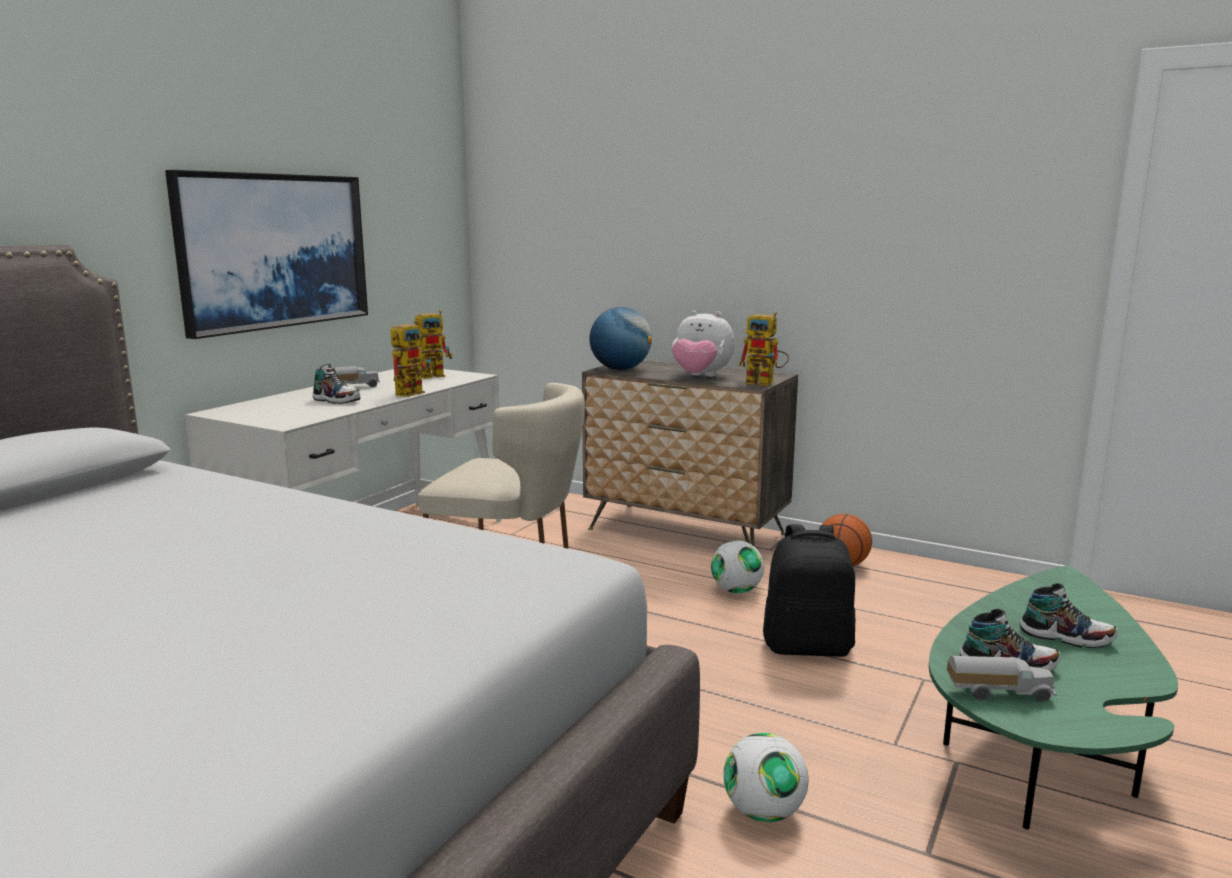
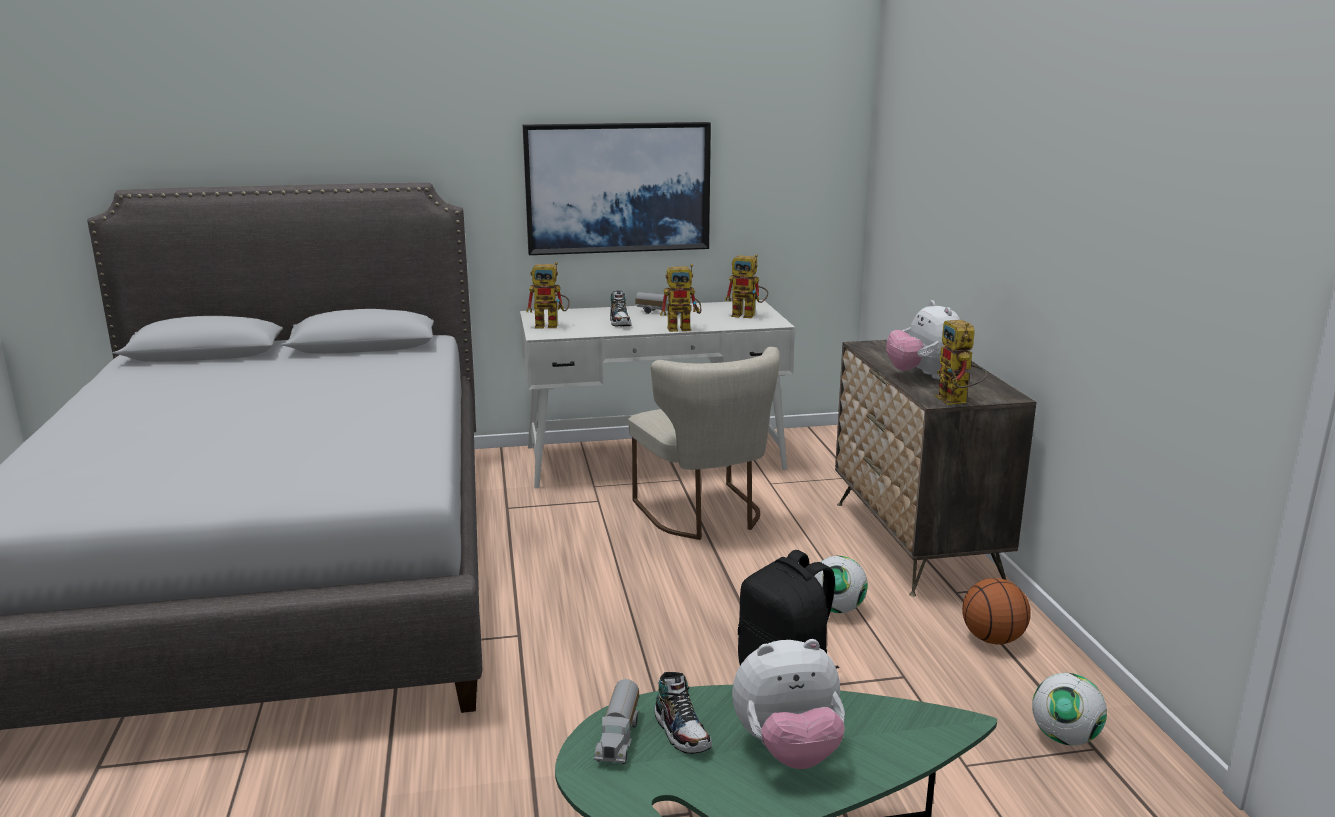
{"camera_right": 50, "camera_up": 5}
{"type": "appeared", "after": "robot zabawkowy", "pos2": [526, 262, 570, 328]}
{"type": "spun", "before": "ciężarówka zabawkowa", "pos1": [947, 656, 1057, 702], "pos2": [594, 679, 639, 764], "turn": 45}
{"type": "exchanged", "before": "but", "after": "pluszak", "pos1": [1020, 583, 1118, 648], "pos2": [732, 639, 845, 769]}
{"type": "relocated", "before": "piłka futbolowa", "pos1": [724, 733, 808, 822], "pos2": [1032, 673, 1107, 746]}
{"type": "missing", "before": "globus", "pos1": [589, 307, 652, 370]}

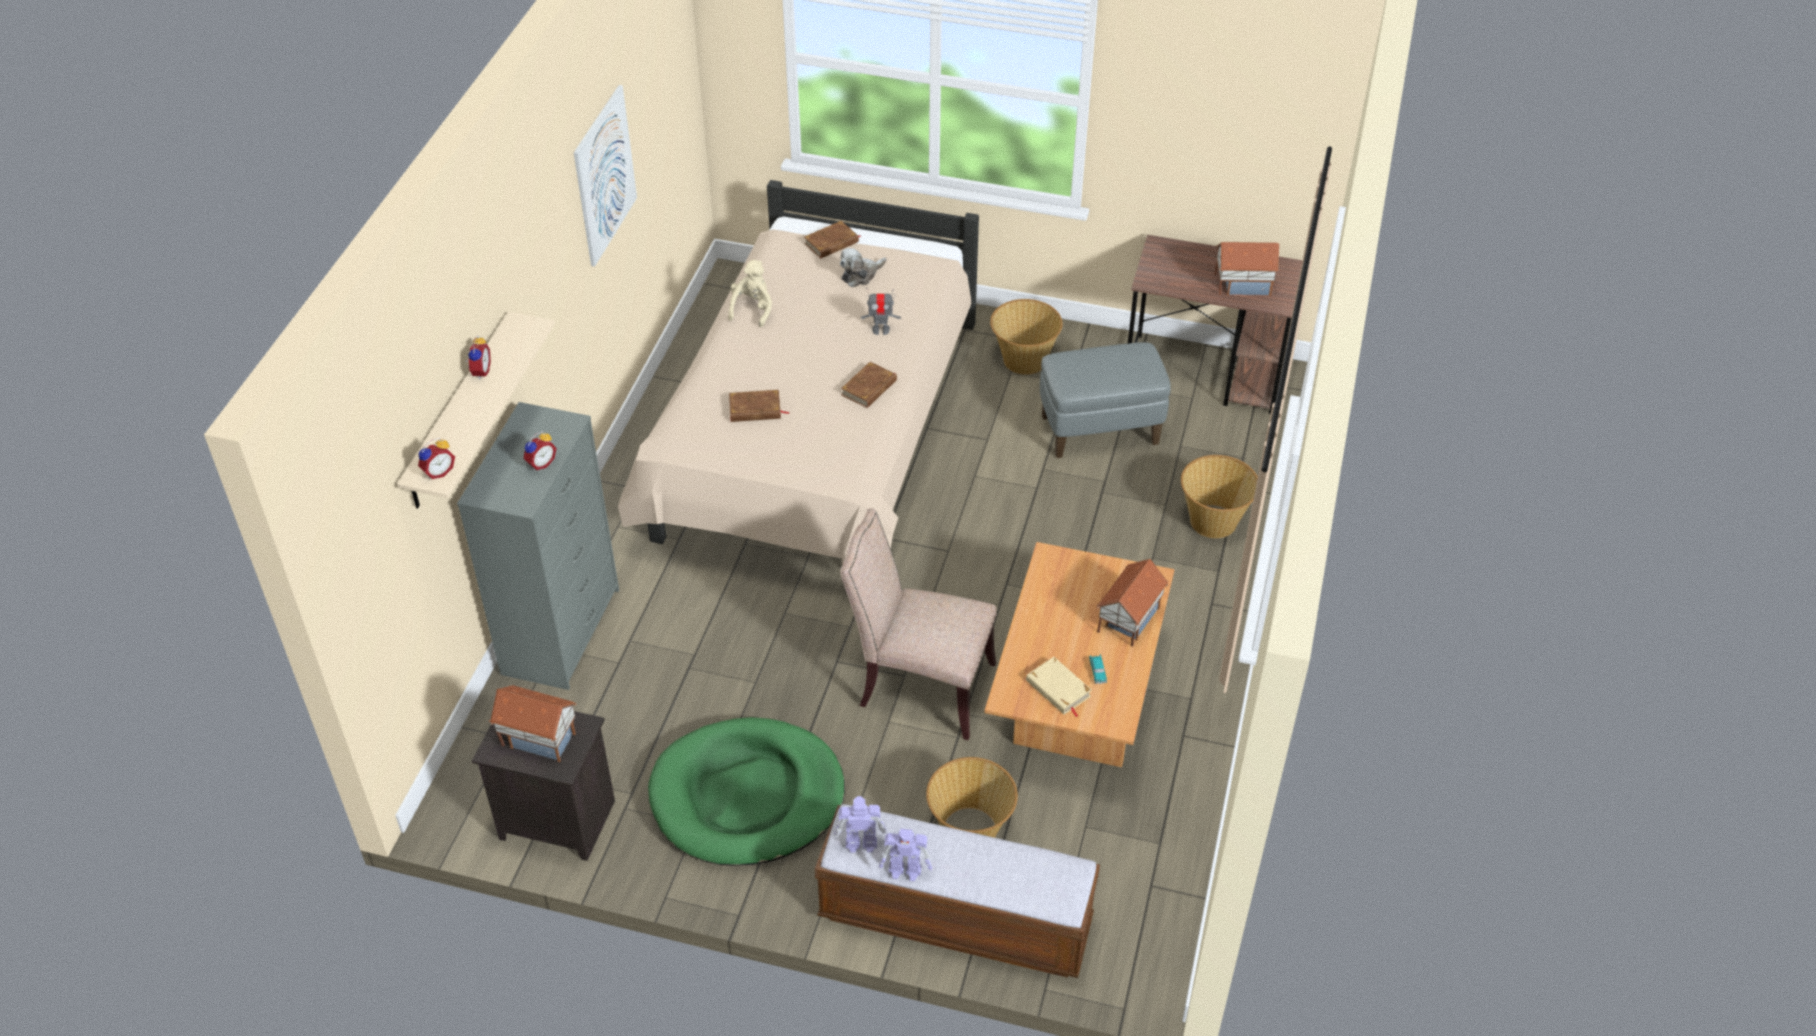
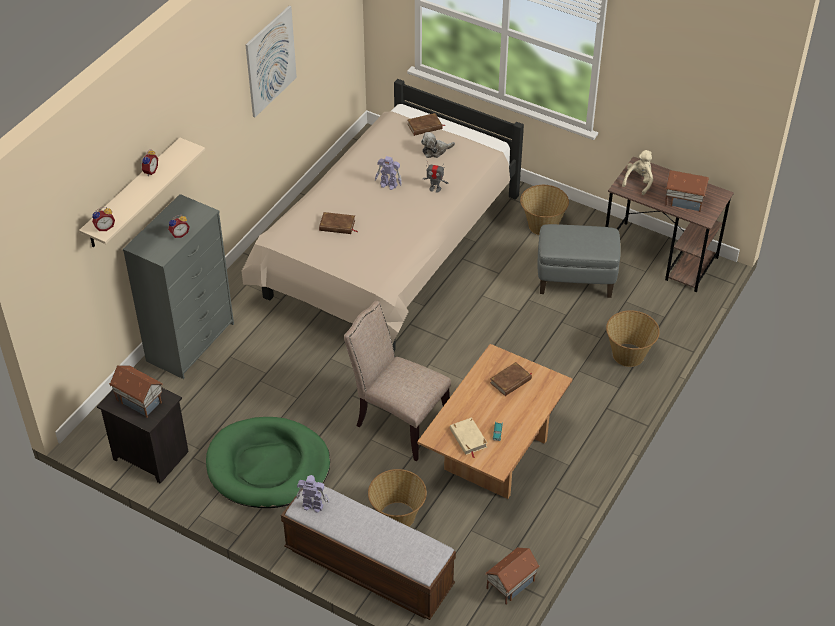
{"camera_right": 15, "camera_up": 0}
{"type": "relocated", "before": "robot zabawkowy", "pos1": [879, 829, 932, 881], "pos2": [375, 156, 402, 190]}
{"type": "relocated", "before": "domek", "pos1": [1097, 559, 1168, 647], "pos2": [485, 547, 540, 605]}
{"type": "relocated", "before": "książka (brązowy)", "pos1": [841, 362, 897, 408], "pos2": [490, 362, 532, 396]}
{"type": "relocated", "before": "pluszak (beżowy)", "pos1": [728, 260, 772, 327], "pos2": [622, 150, 653, 195]}

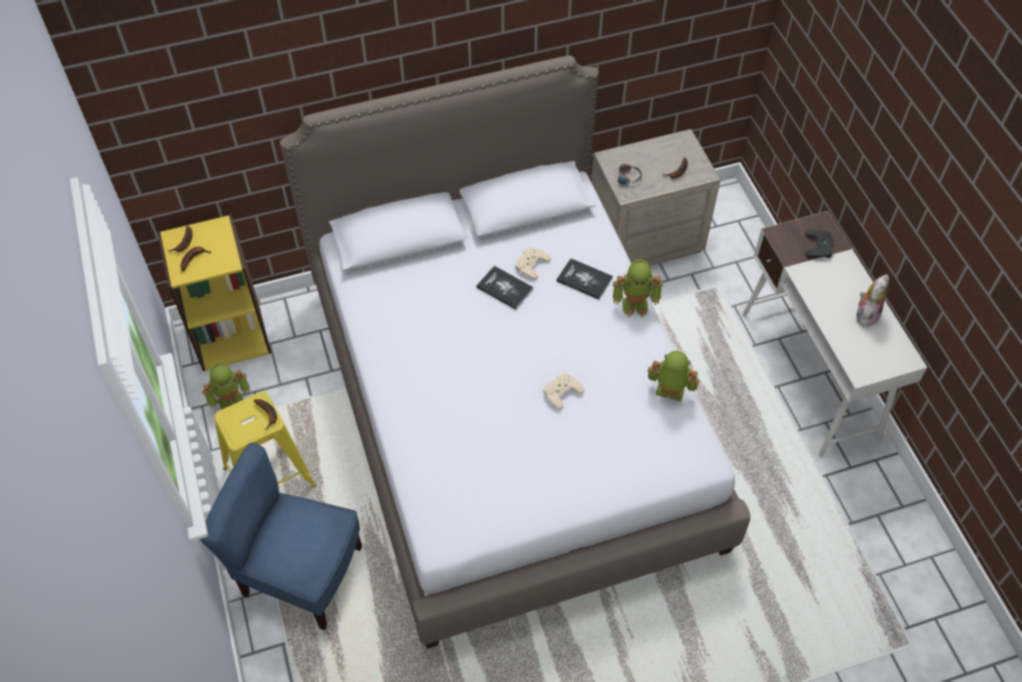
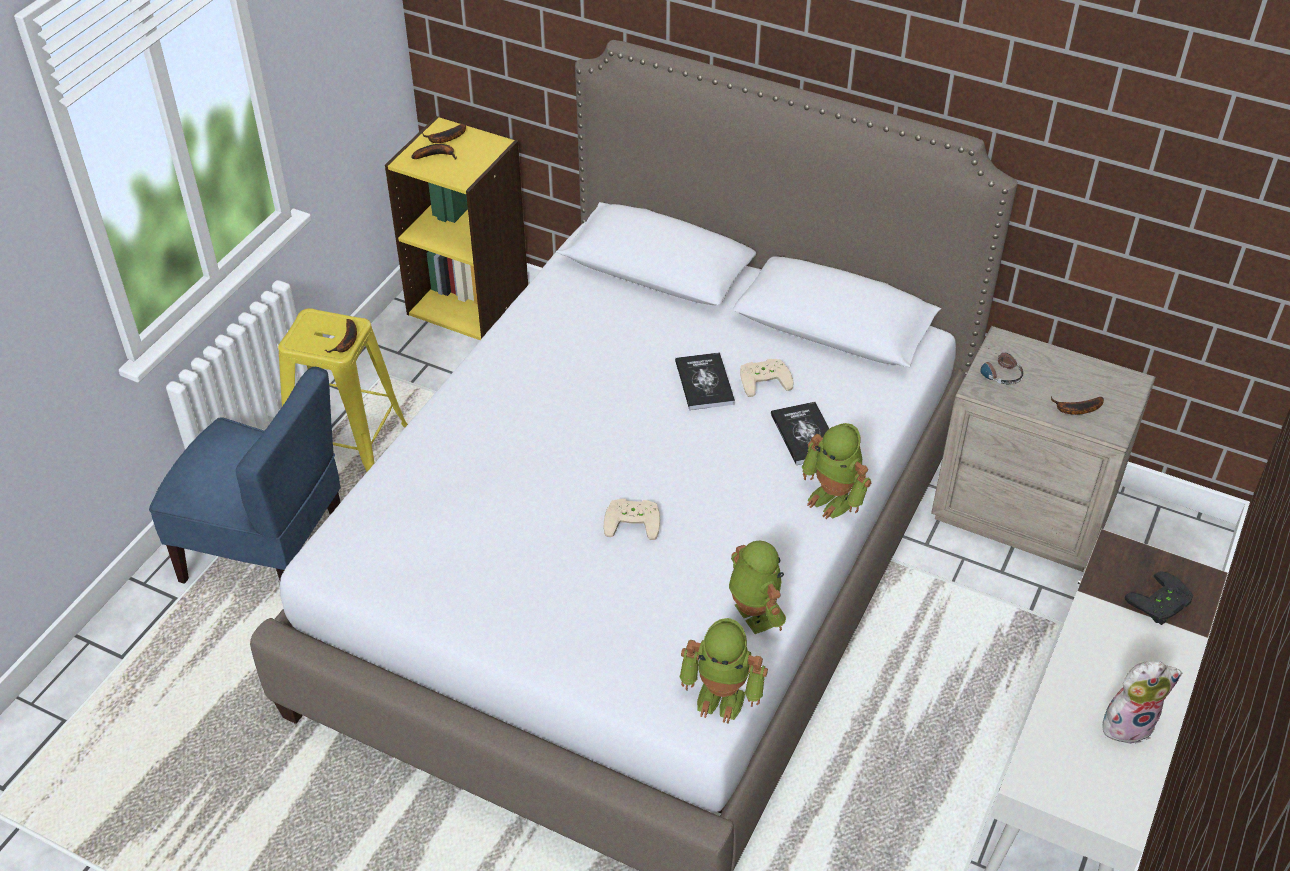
{"camera_right": 45, "camera_up": -10}
{"type": "spun", "before": "krzesło (niebieski)", "pos1": [200, 443, 362, 630], "pos2": [149, 367, 341, 584], "turn": 135}
{"type": "relocated", "before": "robot zabawkowy", "pos1": [202, 362, 250, 409], "pos2": [680, 618, 768, 724]}

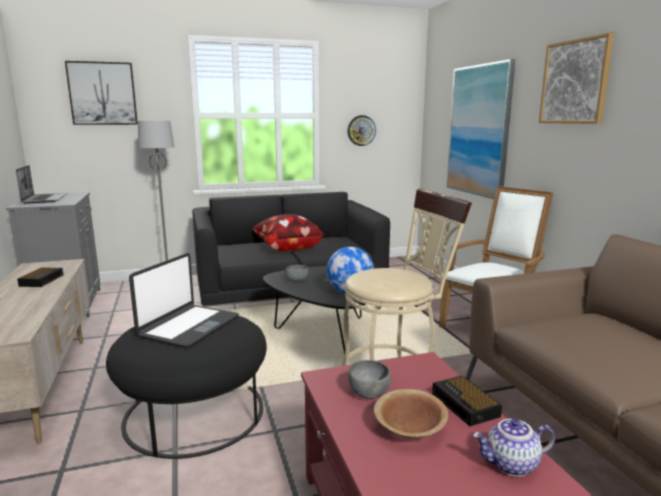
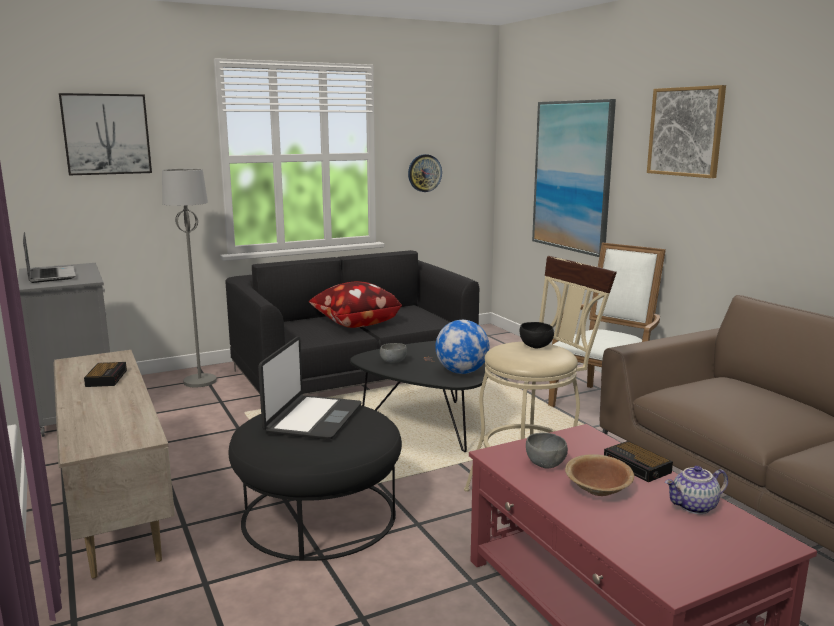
{"camera_right": -10, "camera_up": 0}
{"type": "appeared", "after": "miska (czarny)", "pos2": [520, 322, 554, 348]}

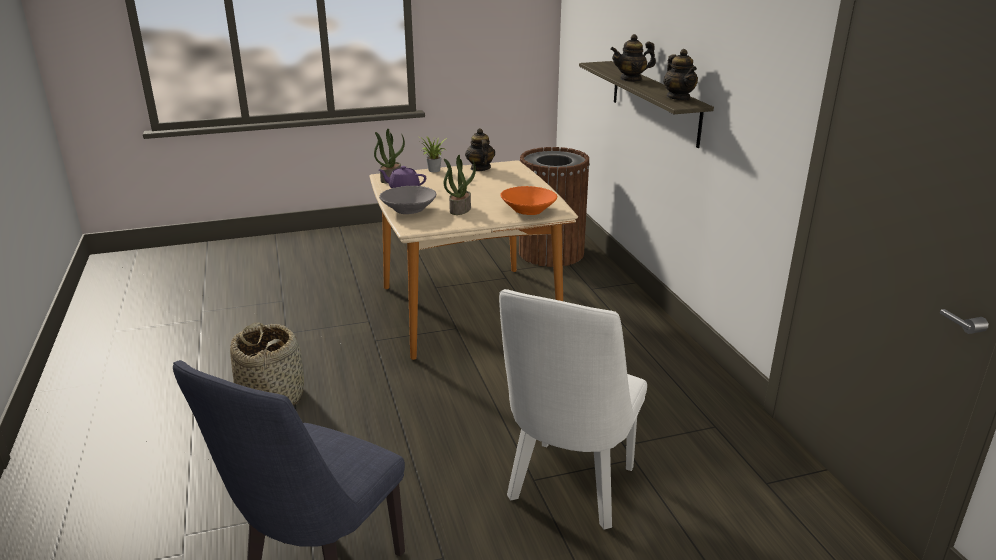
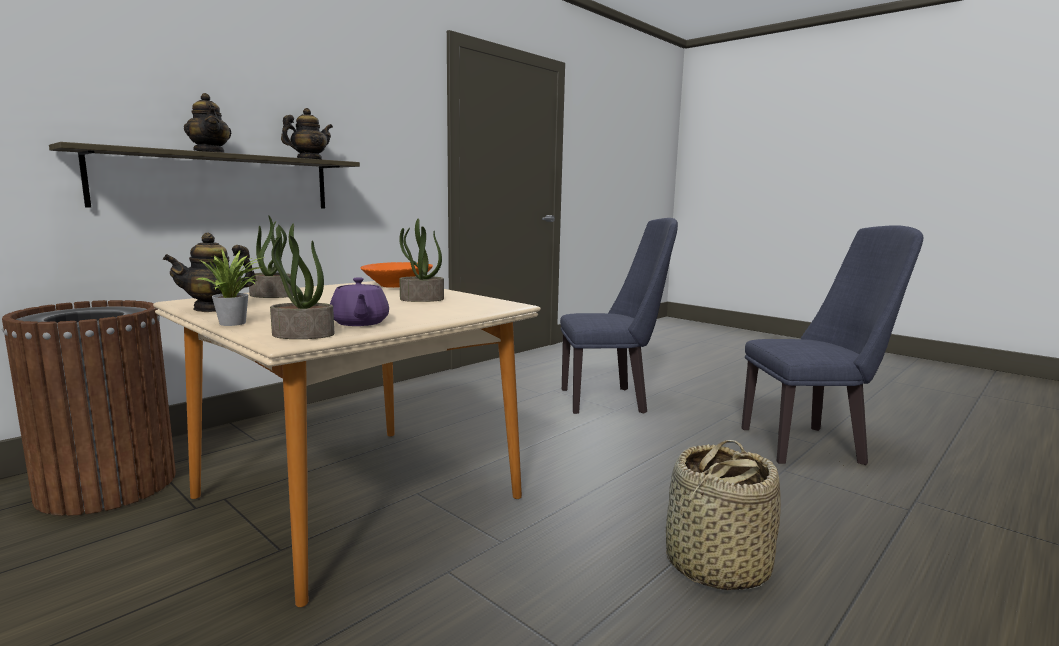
{"camera_right": -120, "camera_up": -15}
{"type": "appeared", "after": "roślina doniczkowa", "pos2": [249, 215, 293, 298]}
{"type": "colour", "before": "krzesło (biały)", "after": "krzesło (niebieski)", "pos1": [499, 289, 647, 530], "pos2": [560, 218, 678, 414]}
{"type": "missing", "before": "miska (szary)", "pos1": [379, 186, 436, 214]}

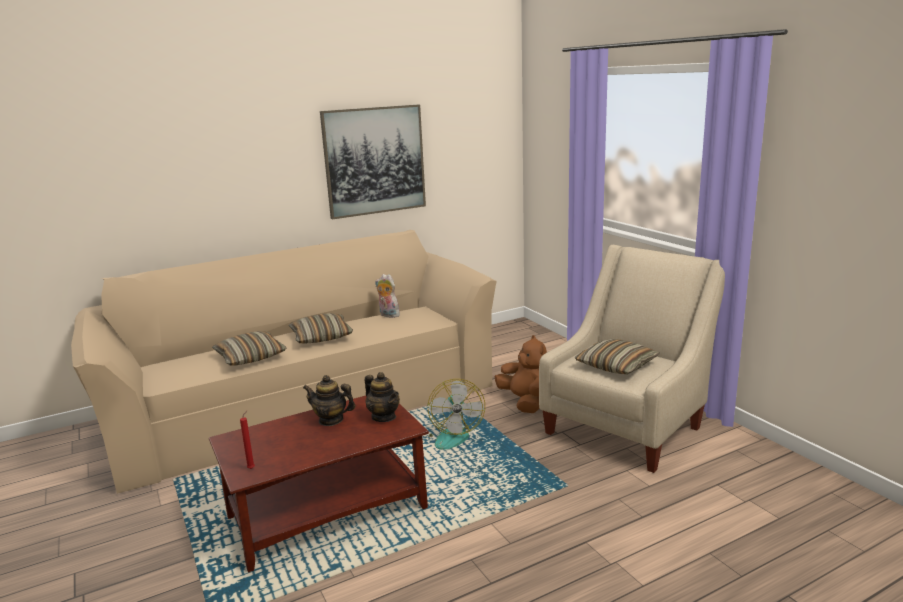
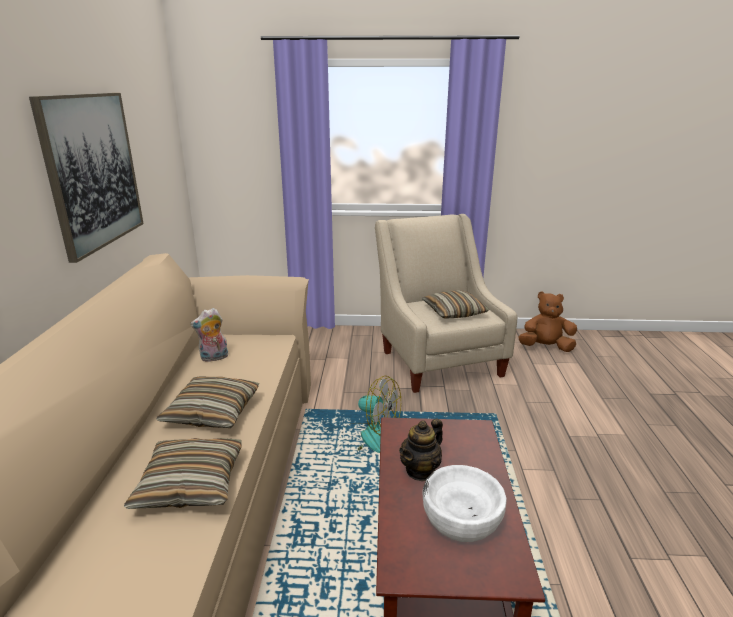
{"camera_right": -60, "camera_up": 5}
{"type": "appeared", "after": "miska (biały)", "pos2": [422, 465, 507, 542]}
{"type": "relocated", "before": "pluszak (brązowy)", "pos1": [494, 335, 547, 413], "pos2": [518, 291, 577, 352]}
{"type": "missing", "before": "świeca (czerwony)", "pos1": [240, 410, 255, 469]}
{"type": "missing", "before": "imbryk", "pos1": [364, 372, 400, 422]}

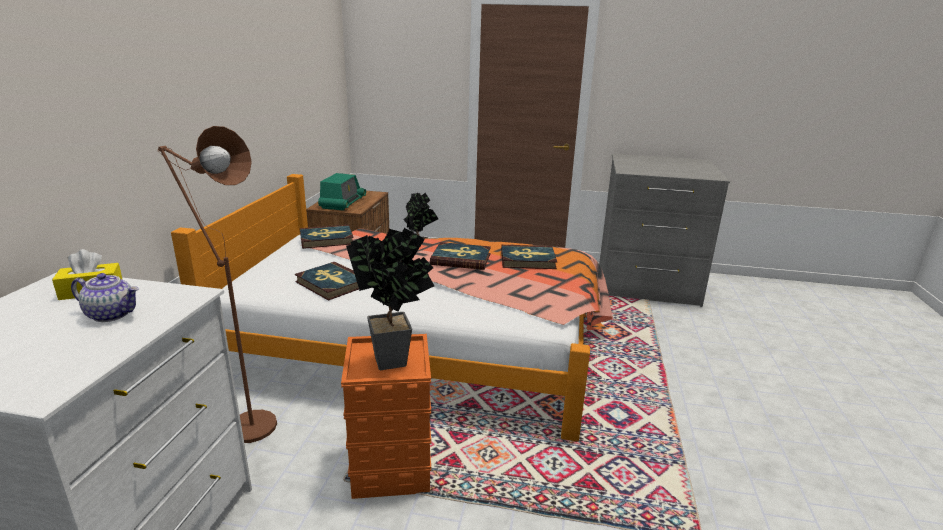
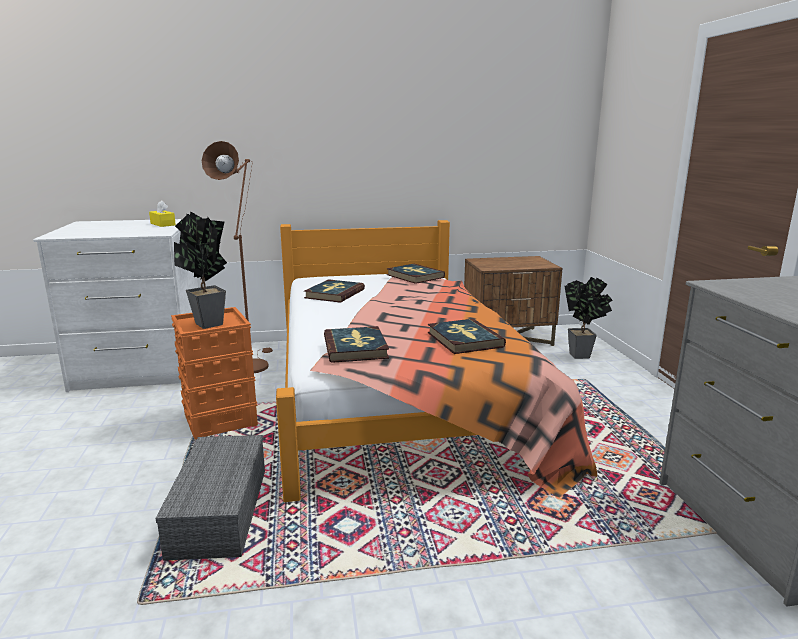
{"camera_right": 70, "camera_up": -5}
{"type": "appeared", "after": "pojemnik do przechowywania (szary)", "pos2": [155, 435, 265, 561]}
{"type": "relocated", "before": "książka", "pos1": [430, 242, 491, 270], "pos2": [324, 326, 389, 363]}
{"type": "missing", "before": "imbryk", "pos1": [71, 273, 139, 322]}
{"type": "missing", "before": "radio", "pos1": [318, 173, 366, 211]}

